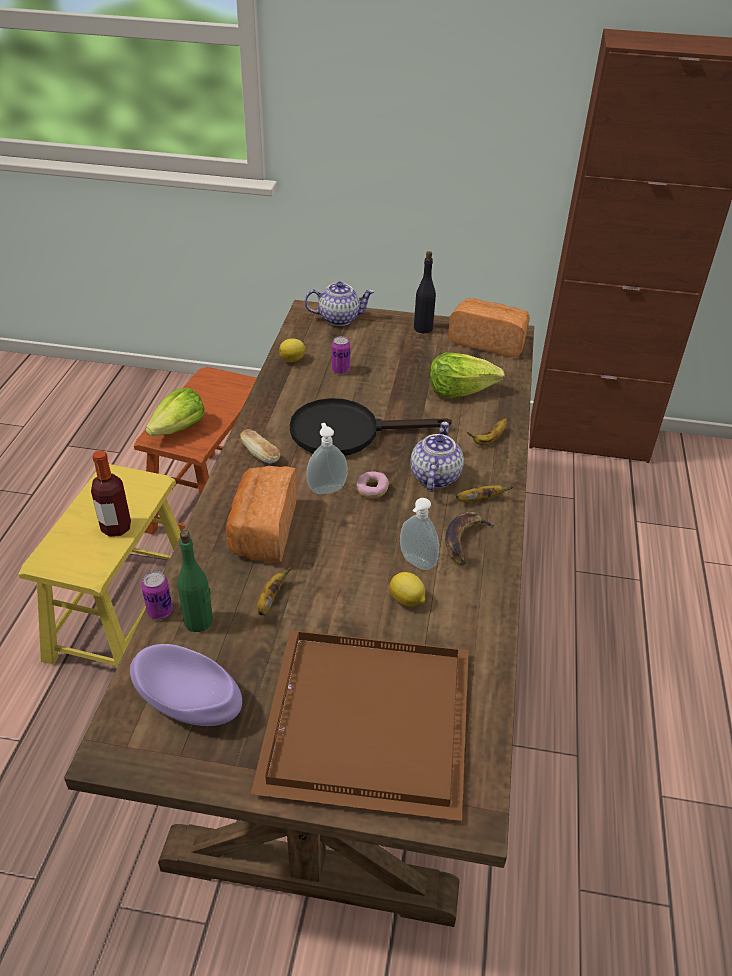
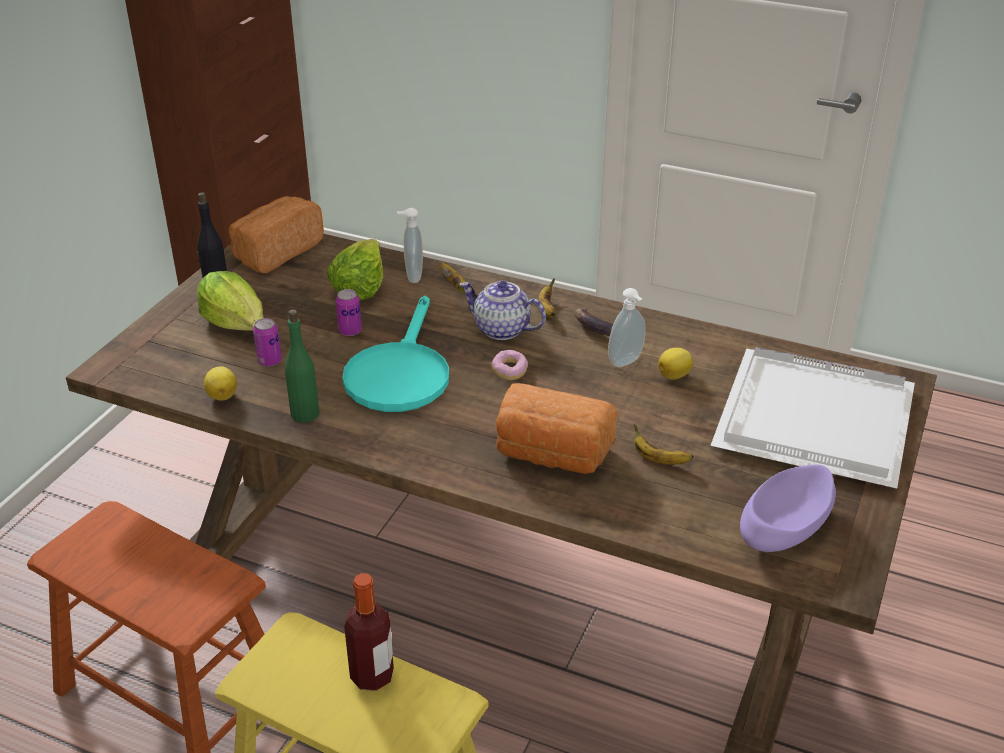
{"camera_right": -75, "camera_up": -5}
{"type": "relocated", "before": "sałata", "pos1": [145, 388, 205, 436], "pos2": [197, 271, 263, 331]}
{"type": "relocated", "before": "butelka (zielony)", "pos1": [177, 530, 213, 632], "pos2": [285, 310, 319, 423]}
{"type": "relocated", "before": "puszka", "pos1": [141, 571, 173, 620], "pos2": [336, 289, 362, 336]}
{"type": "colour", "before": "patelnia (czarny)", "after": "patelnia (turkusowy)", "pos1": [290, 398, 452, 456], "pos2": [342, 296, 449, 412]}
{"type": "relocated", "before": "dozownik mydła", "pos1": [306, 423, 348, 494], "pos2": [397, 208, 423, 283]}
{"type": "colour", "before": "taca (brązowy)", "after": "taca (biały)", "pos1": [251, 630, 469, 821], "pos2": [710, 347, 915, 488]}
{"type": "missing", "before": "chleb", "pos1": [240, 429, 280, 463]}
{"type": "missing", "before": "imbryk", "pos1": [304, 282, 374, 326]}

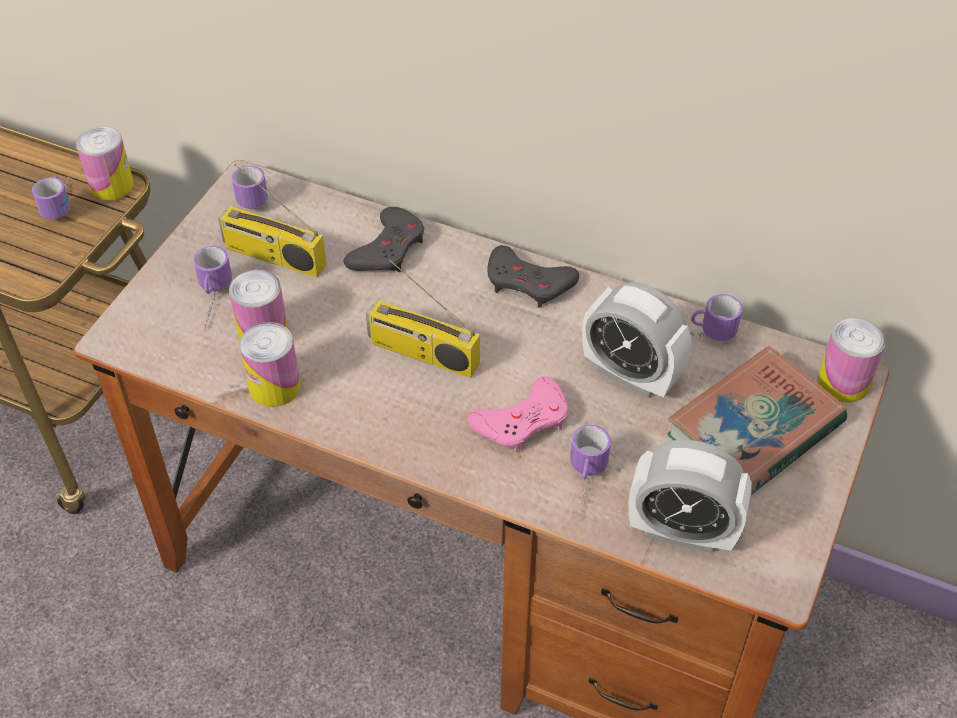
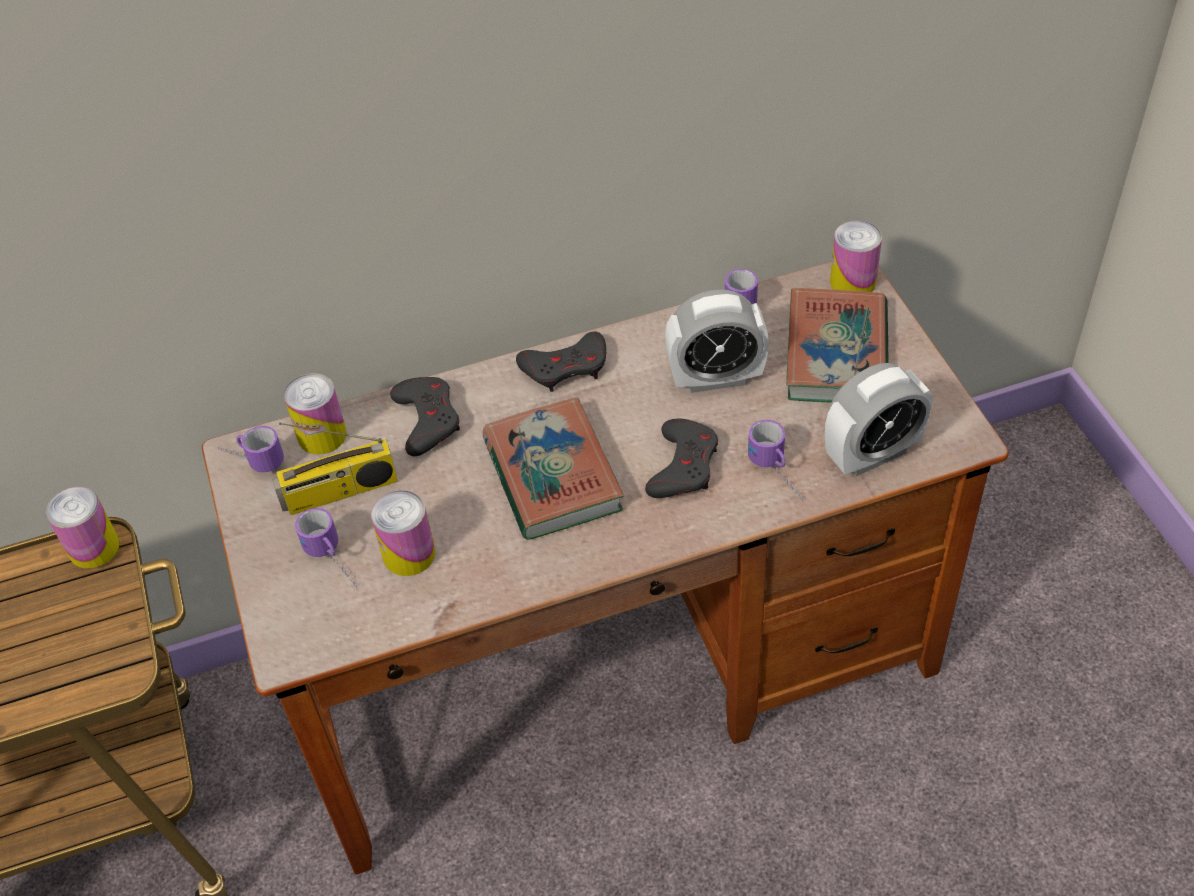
{"camera_right": -40, "camera_up": 0}
{"type": "relocated", "before": "puszka", "pos1": [239, 322, 300, 407], "pos2": [284, 373, 347, 455]}
{"type": "exchanged", "before": "radio", "after": "książka", "pos1": [366, 259, 480, 378], "pos2": [482, 398, 624, 540]}
{"type": "colour", "before": "pad do gier (różowy)", "after": "pad do gier (szary)", "pos1": [467, 376, 568, 453], "pos2": [645, 418, 718, 498]}
{"type": "missing", "before": "kubek", "pos1": [32, 176, 71, 219]}

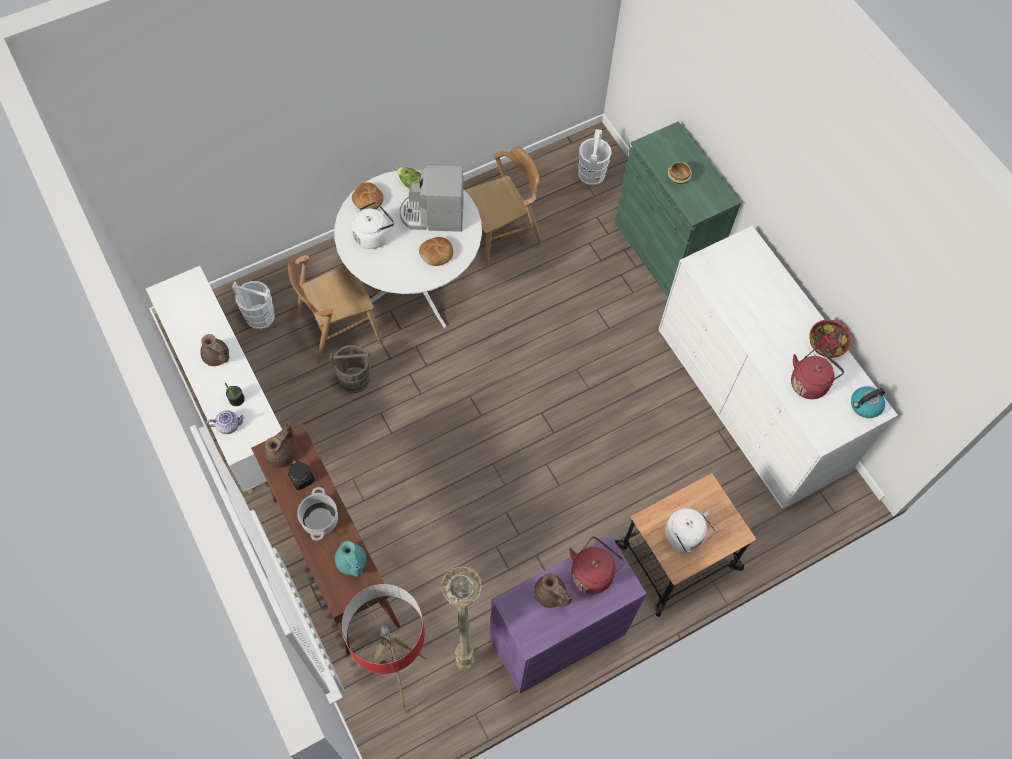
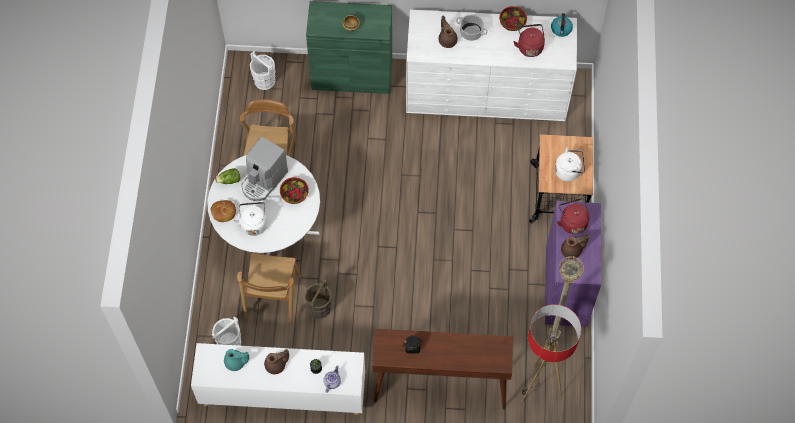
{"camera_right": -55, "camera_up": 0}
{"type": "relocated", "before": "imbryk (turkusowy)", "pos1": [335, 541, 366, 577], "pos2": [224, 349, 249, 371]}
{"type": "exchanged", "before": "chleb", "after": "miska", "pos1": [419, 237, 453, 266], "pos2": [280, 177, 309, 204]}
{"type": "relocated", "before": "imbryk (brązowy)", "pos1": [264, 422, 295, 468], "pos2": [438, 16, 458, 48]}
{"type": "relocated", "before": "garnek", "pos1": [297, 487, 338, 541], "pos2": [456, 15, 488, 41]}

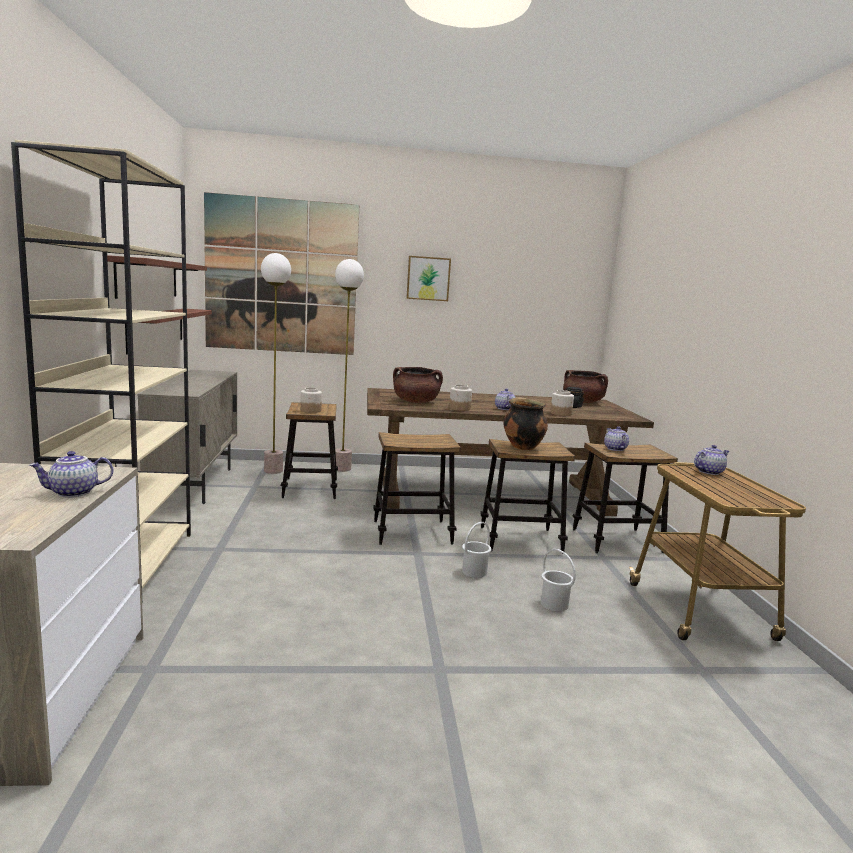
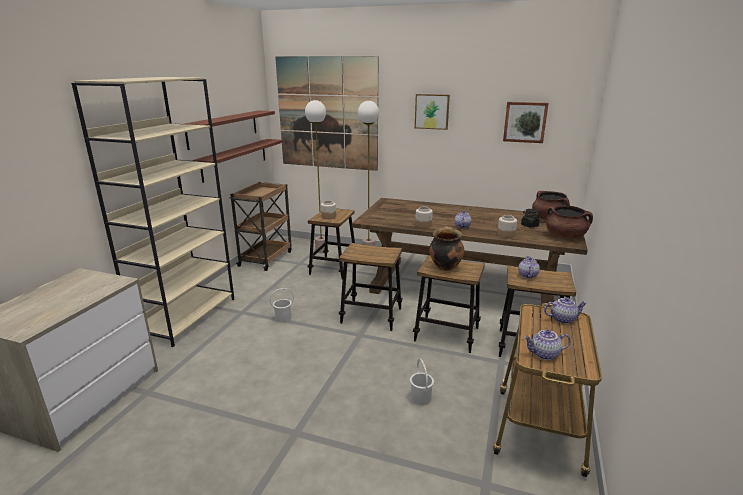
{"camera_right": 25, "camera_up": 10}
{"type": "exchanged", "before": "szafka (beżowy)", "after": "wózek (brązowy)", "pos1": [138, 370, 237, 504], "pos2": [230, 182, 292, 271]}
{"type": "relocated", "before": "wiadro (biały)", "pos1": [462, 522, 491, 578], "pos2": [270, 288, 294, 322]}
{"type": "appeared", "after": "obraz", "pos2": [503, 102, 549, 143]}
{"type": "relocated", "before": "imbryk", "pos1": [29, 451, 113, 497], "pos2": [524, 329, 571, 360]}
{"type": "relocated", "before": "garnek (brązowy)", "pos1": [393, 367, 443, 403], "pos2": [546, 206, 593, 239]}

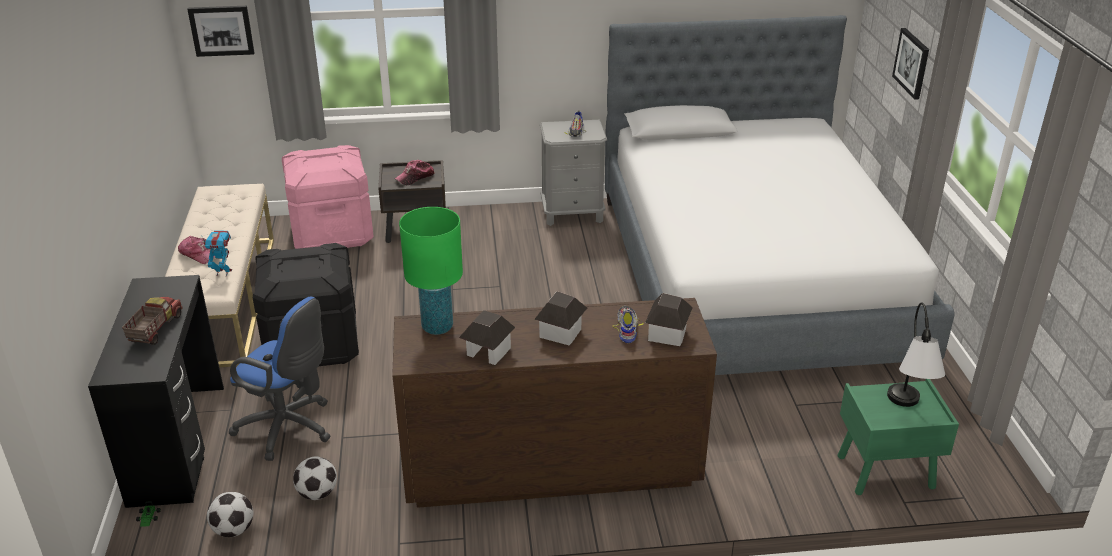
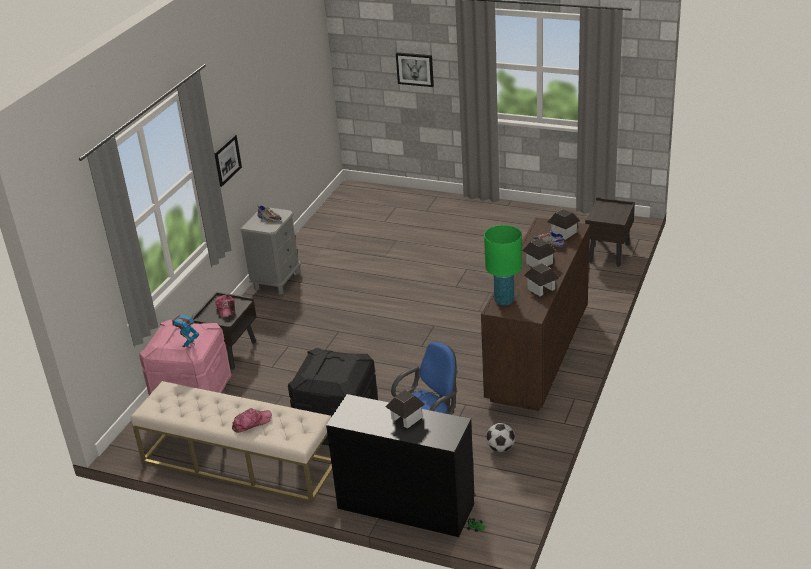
{"camera_right": -60, "camera_up": 0}
{"type": "relocated", "before": "robot zabawkowy", "pos1": [201, 230, 232, 276], "pos2": [172, 312, 199, 348]}
{"type": "relocated", "before": "obraz", "pos1": [187, 6, 255, 57], "pos2": [214, 134, 242, 187]}
{"type": "exchanged", "before": "ciężarówka zabawkowa", "after": "domek", "pos1": [122, 297, 183, 345], "pos2": [385, 390, 425, 429]}
{"type": "colour", "before": "szafka nocna (zielony)", "after": "szafka nocna (brązowy)", "pos1": [838, 379, 959, 495], "pos2": [585, 197, 635, 267]}
{"type": "missing", "before": "piłka futbolowa", "pos1": [207, 492, 254, 537]}
{"type": "missing", "before": "łóżko", "pos1": [605, 15, 955, 375]}
{"type": "missing", "before": "lampa stołowa", "pos1": [887, 303, 945, 407]}

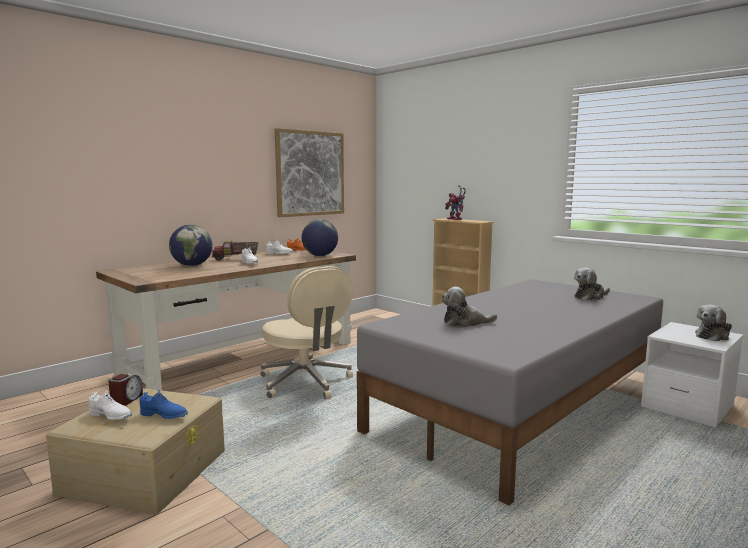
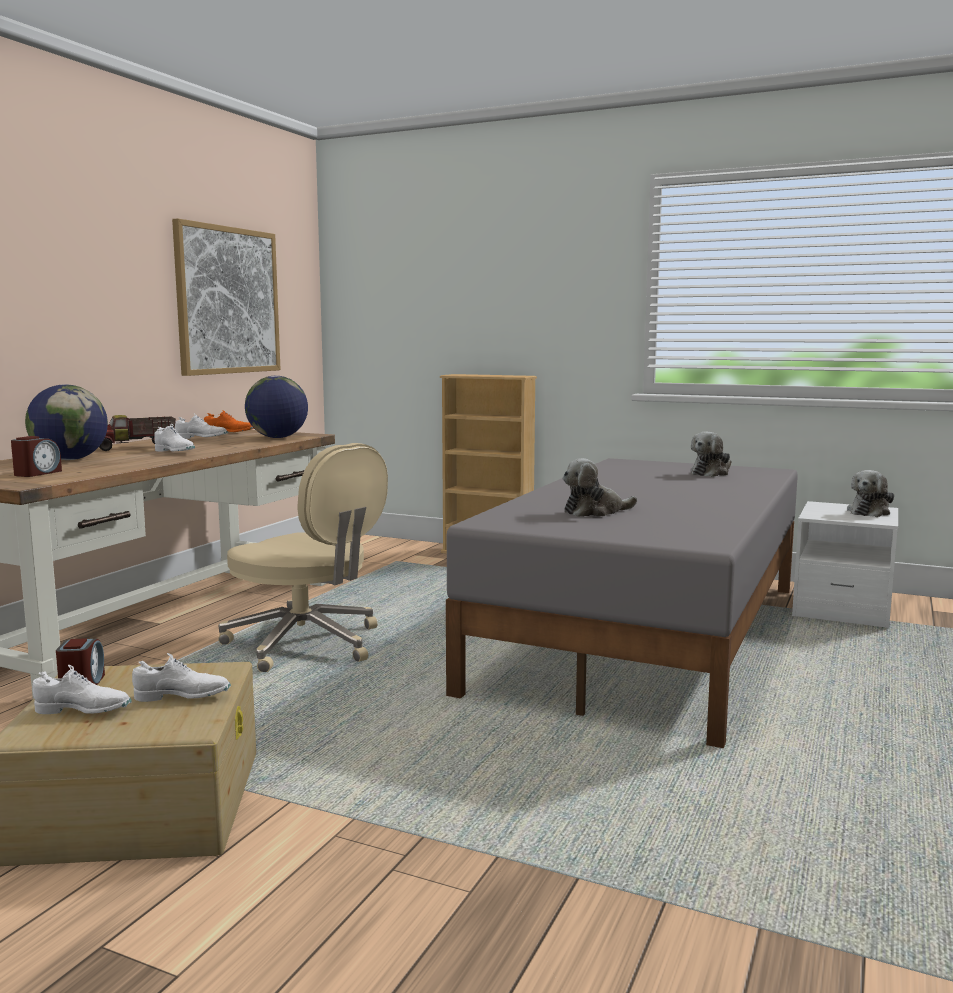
{"camera_right": -20, "camera_up": 0}
{"type": "appeared", "after": "budzik", "pos2": [11, 436, 62, 477]}
{"type": "colour", "before": "but (niebieski)", "after": "but (biały)", "pos1": [140, 390, 188, 419], "pos2": [132, 653, 231, 702]}
{"type": "missing", "before": "robot zabawkowy", "pos1": [445, 185, 466, 220]}

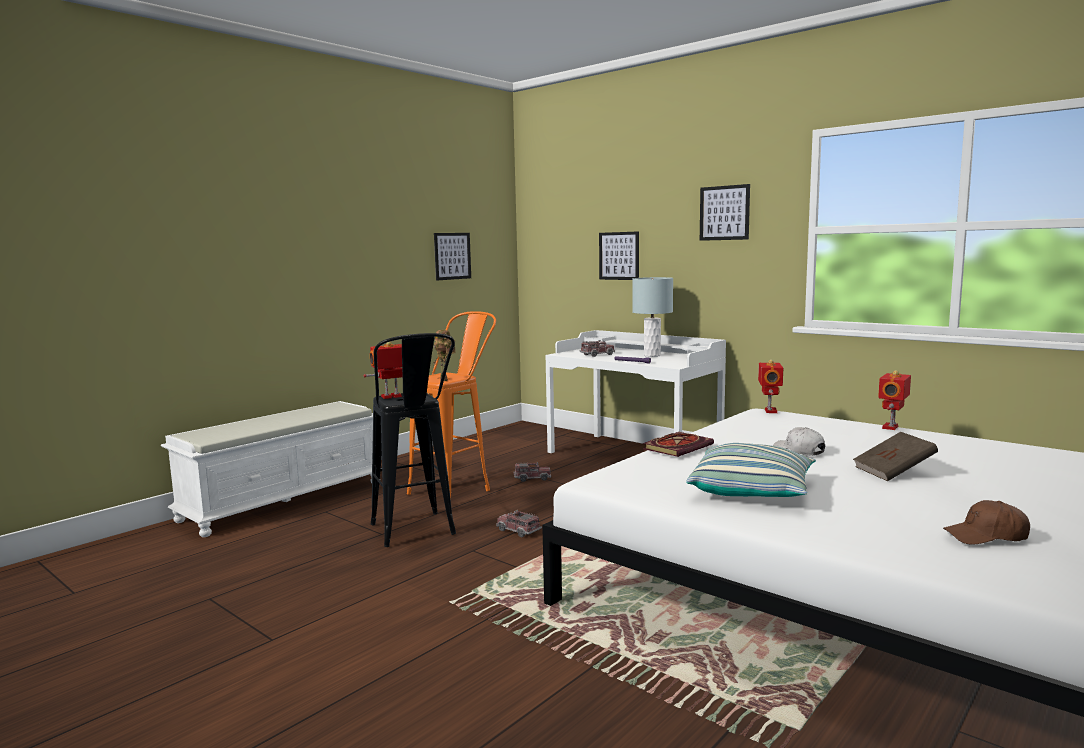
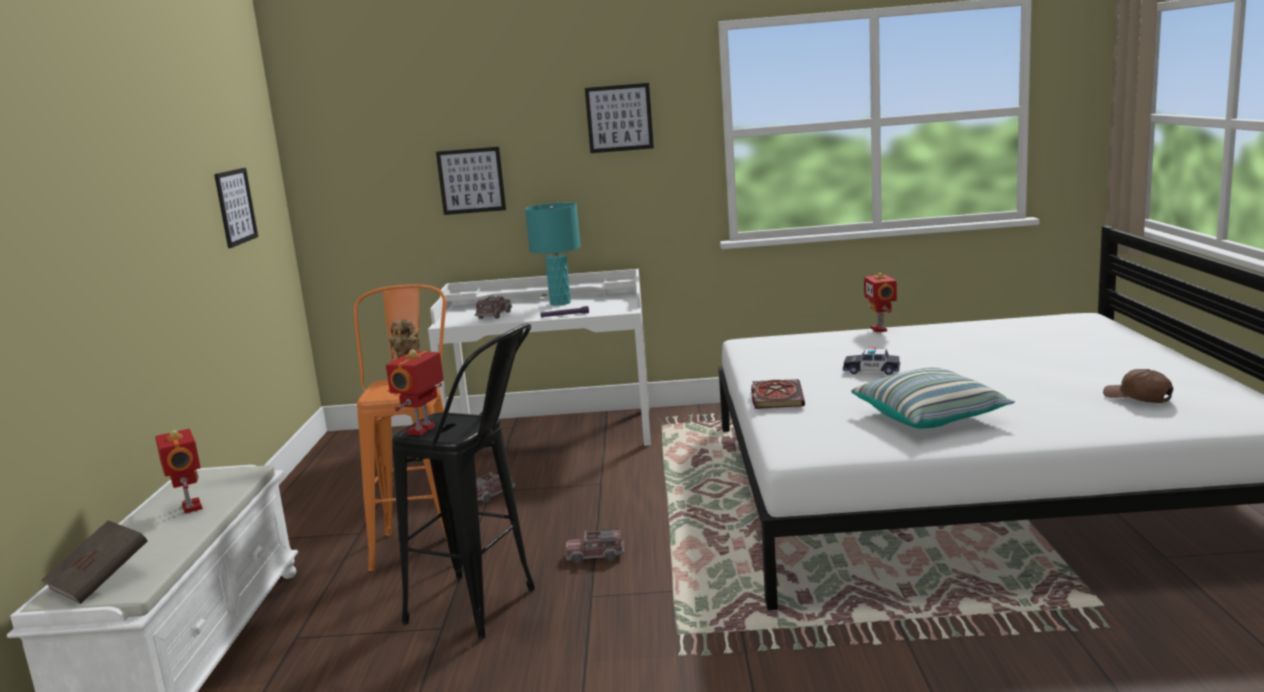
{"camera_right": -40, "camera_up": 5}
{"type": "relocated", "before": "książka (brązowy)", "pos1": [853, 432, 938, 481], "pos2": [41, 520, 147, 604]}
{"type": "relocated", "before": "robot zabawkowy", "pos1": [758, 360, 784, 413], "pos2": [155, 429, 203, 513]}
{"type": "colour", "before": "lampa stołowa (szary)", "after": "lampa stołowa (turkusowy)", "pos1": [632, 277, 673, 357], "pos2": [525, 203, 580, 306]}
{"type": "exchanged", "before": "czapka z daszkiem (biały)", "after": "samochodzik", "pos1": [773, 427, 825, 456], "pos2": [843, 347, 900, 375]}
{"type": "spun", "before": "czapka z daszkiem (brązowy)", "pos1": [943, 500, 1030, 545], "pos2": [1103, 369, 1173, 403], "turn": 90}

